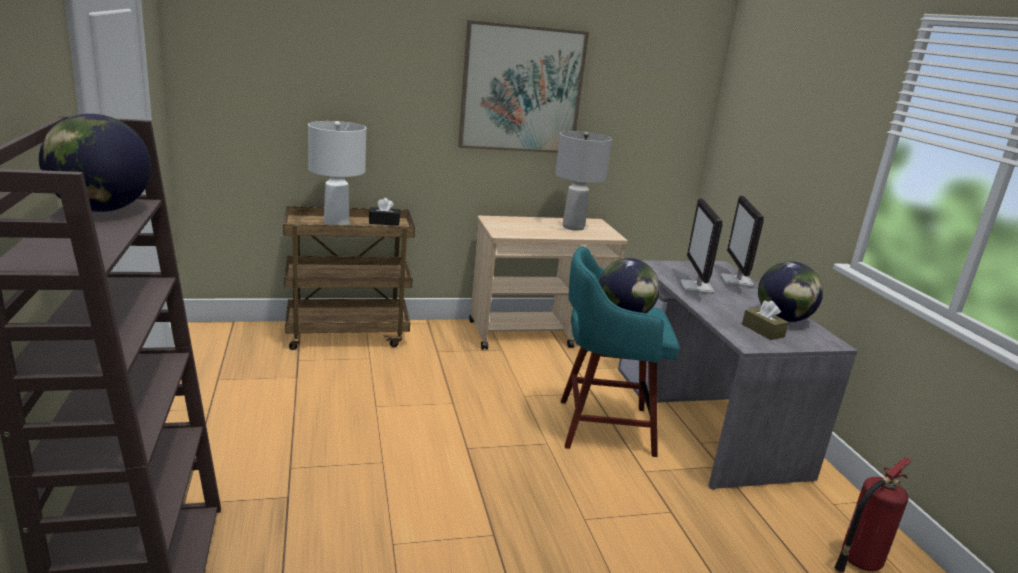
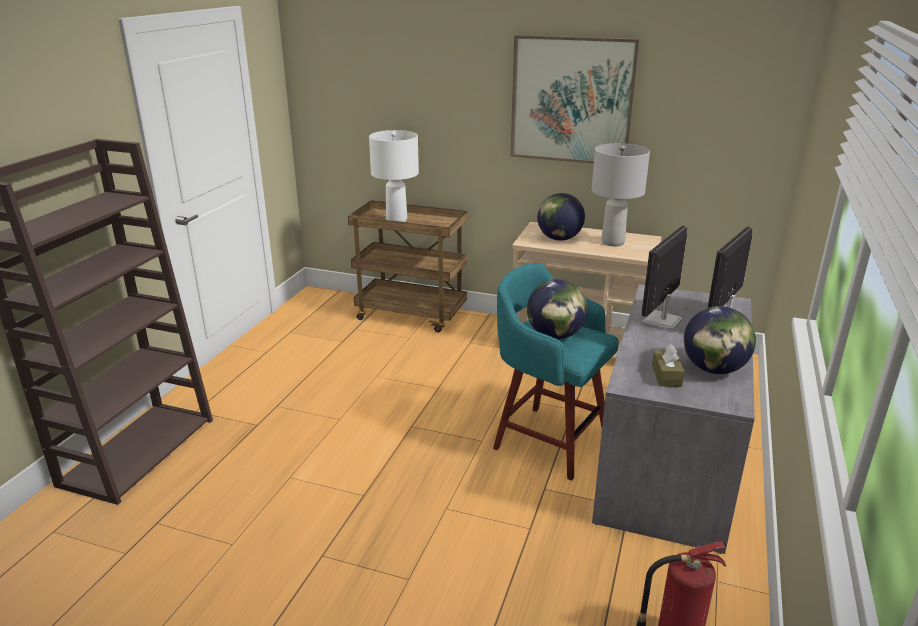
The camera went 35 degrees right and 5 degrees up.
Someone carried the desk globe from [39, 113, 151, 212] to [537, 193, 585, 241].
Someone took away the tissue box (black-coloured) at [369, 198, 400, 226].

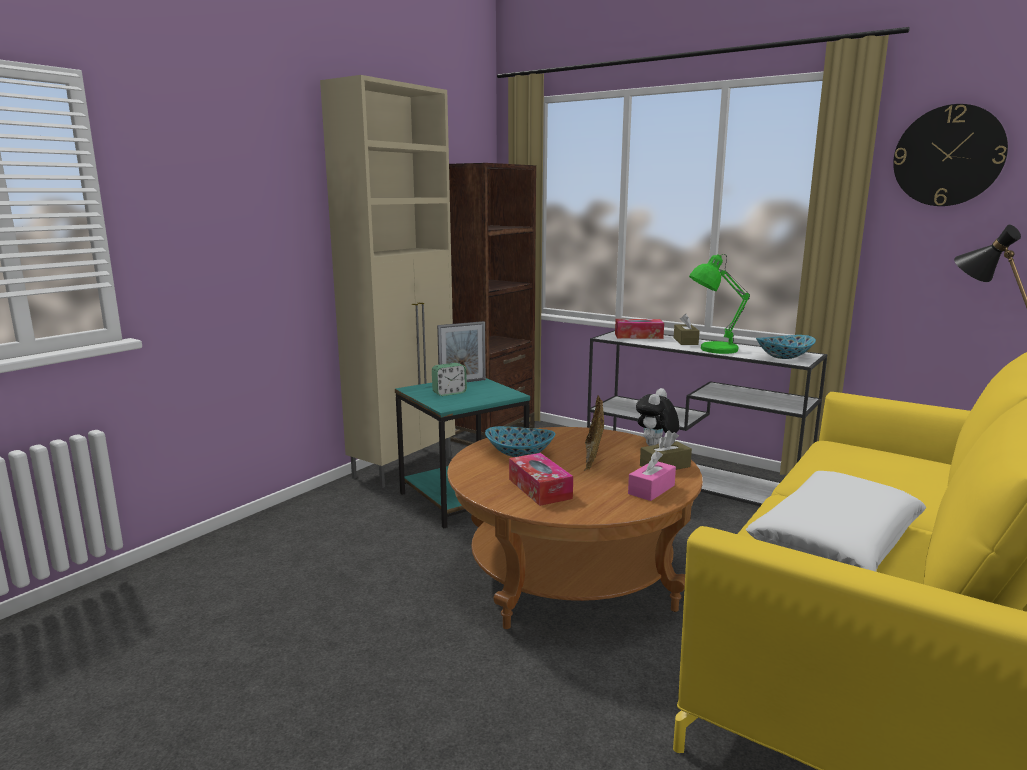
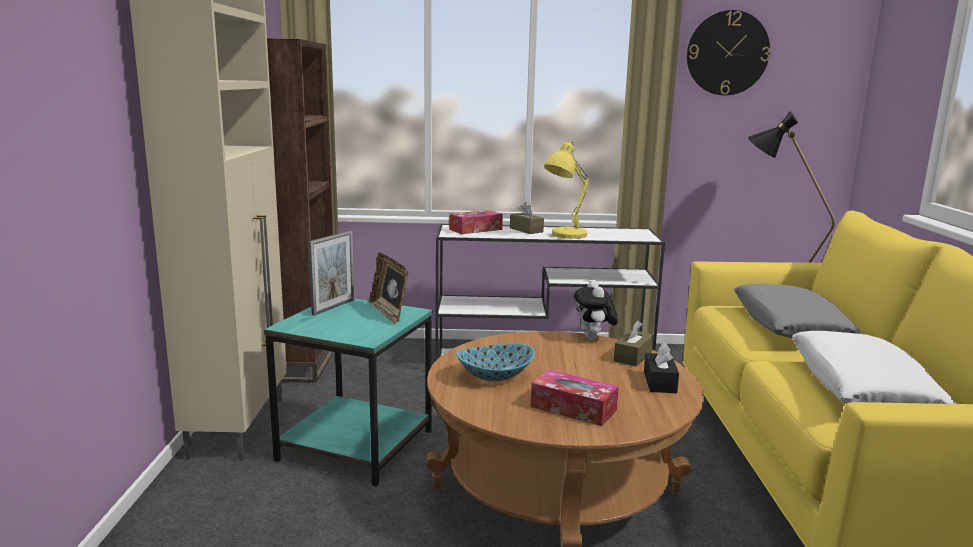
The camera went 35 degrees left and 0 degrees up.
Someone repainted the tabletop lamp (greenish) at [689, 254, 750, 354], which became the tabletop lamp (yellowish) at [544, 142, 589, 239].
Someone took away the serving bowl at [756, 335, 816, 359].
Someone took away the table clock at [432, 363, 467, 396].
Someone carried the standing frame from [584, 395, 604, 471] to [369, 252, 408, 324].
Someone repainted the tissue box (pink) at [628, 451, 676, 501], which became the tissue box (black-coloured) at [644, 343, 679, 393].
Someone put down the cushion (gray) at [734, 284, 862, 338].

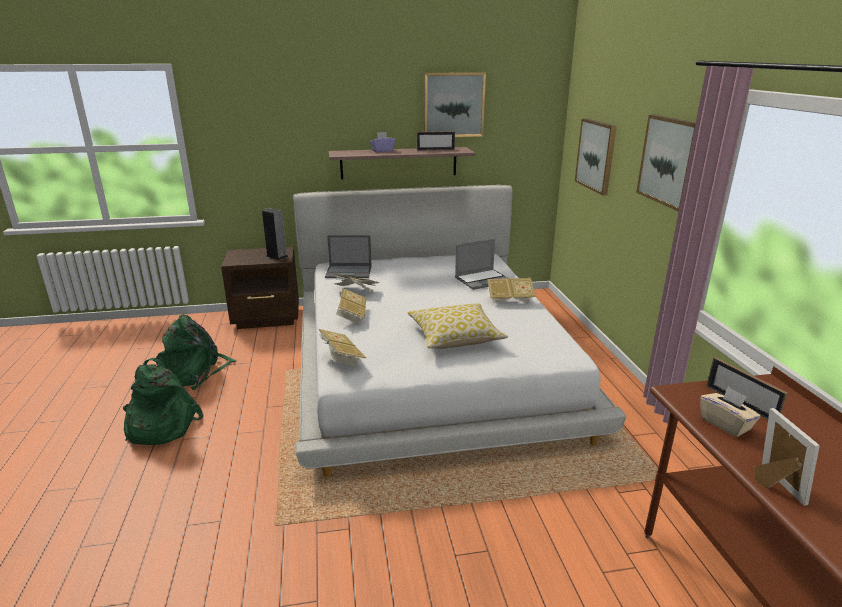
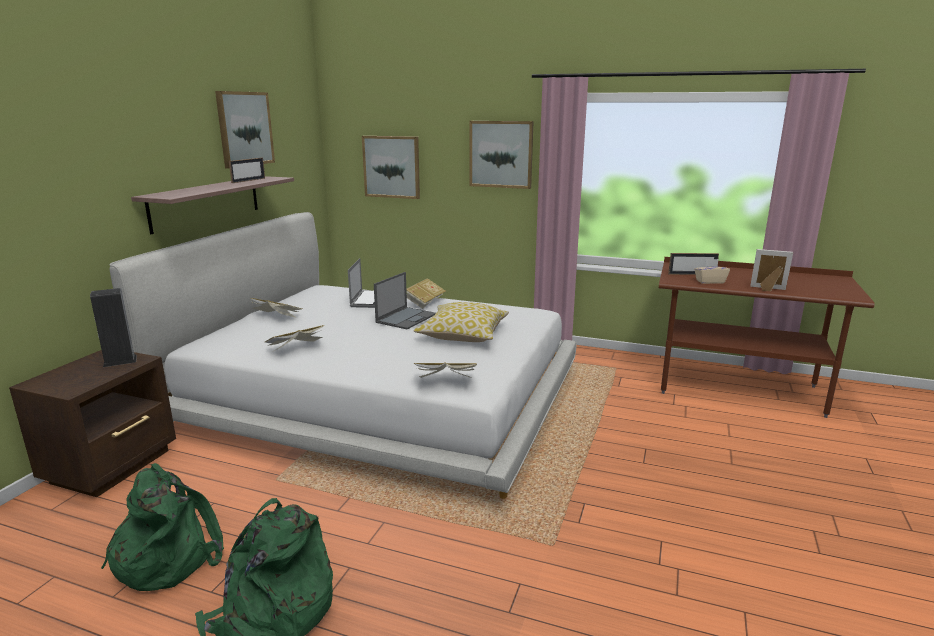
The camera went 60 degrees left and 5 degrees down.
Someone took away the tissue box (purple-coloured) at [370, 132, 395, 152].
Someone carried the portable computer from [325, 235, 372, 278] to [374, 272, 436, 329].
Someone carried the book from [336, 288, 366, 324] to [251, 298, 302, 318].

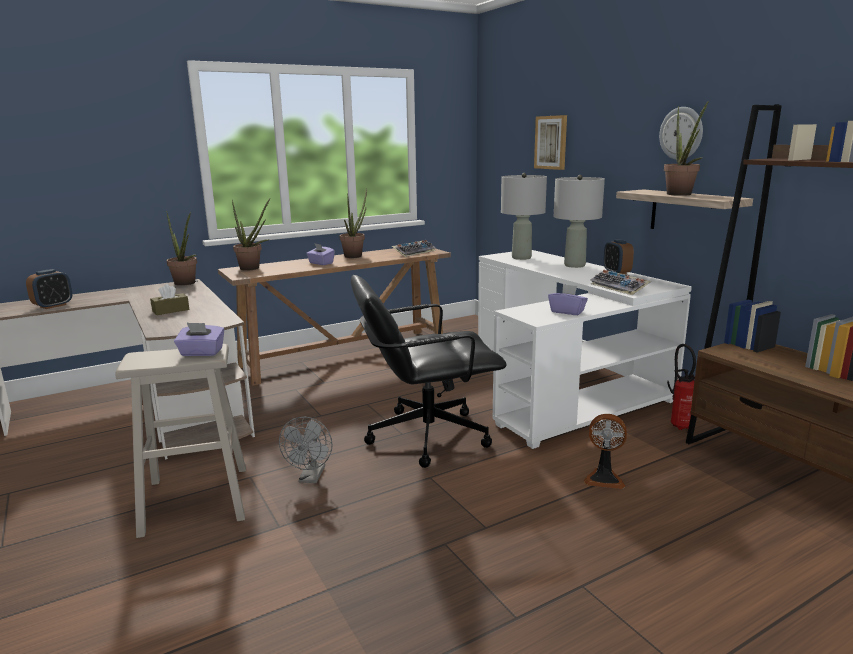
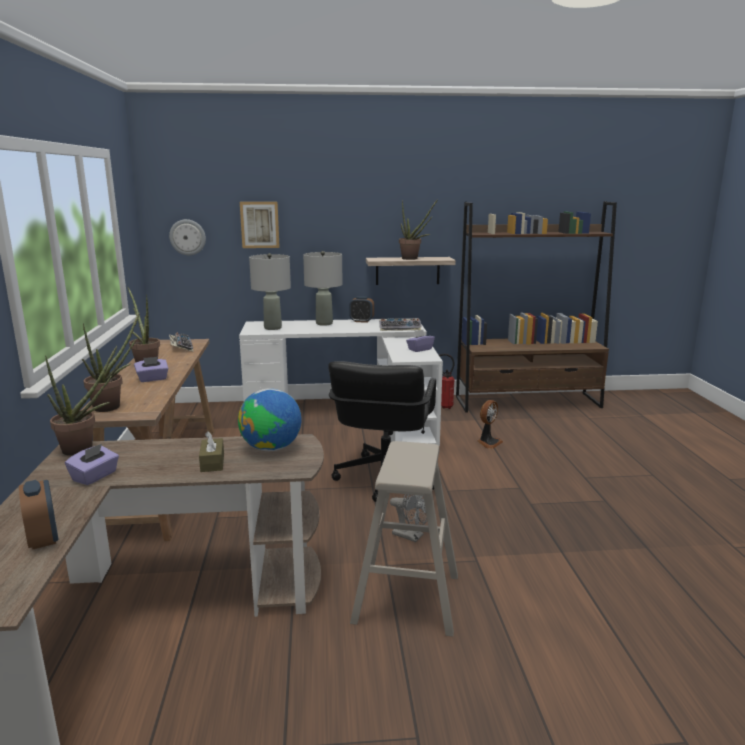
The camera went 65 degrees left and 0 degrees up.
Someone carried the hanging clock from [659, 107, 703, 160] to [169, 219, 206, 255].
Someone carried the tissue box (purple-coloured) from [174, 323, 224, 356] to [65, 444, 119, 485].
Someone put down the desk globe at [238, 388, 302, 451].

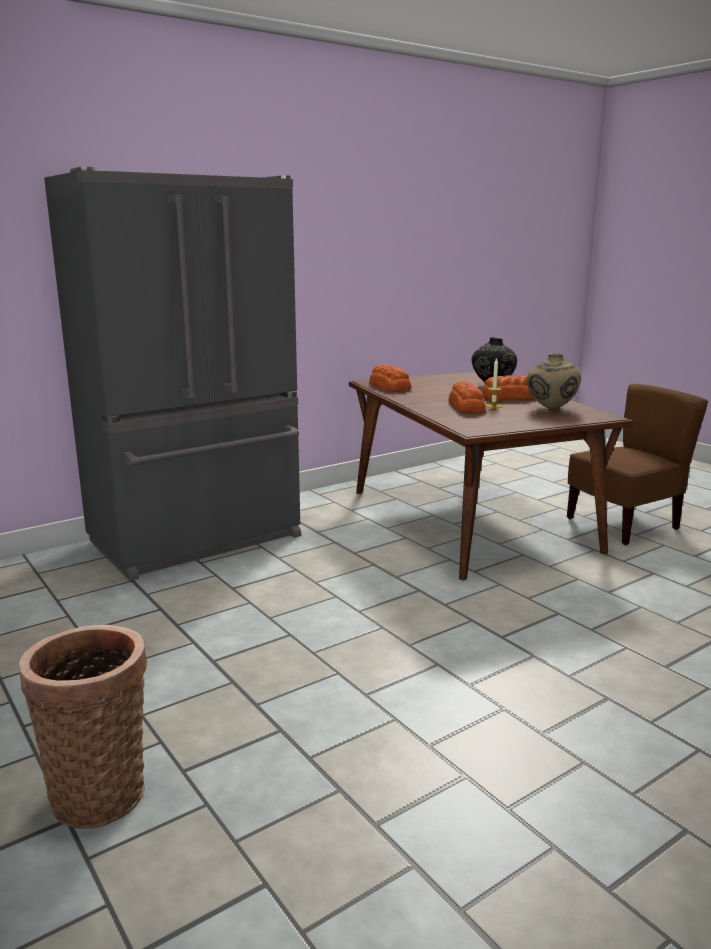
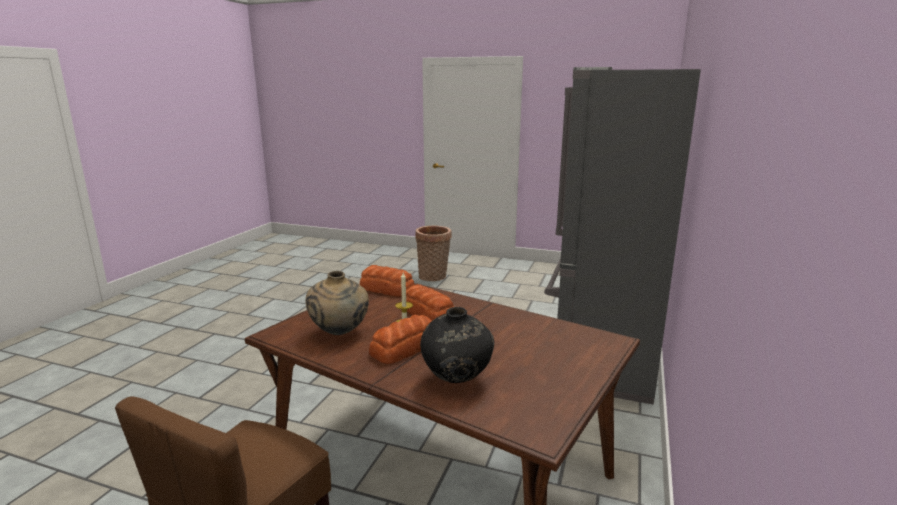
The camera went 145 degrees right and 0 degrees up.
Someone carried the baked bread from [369, 365, 411, 392] to [359, 265, 415, 297].

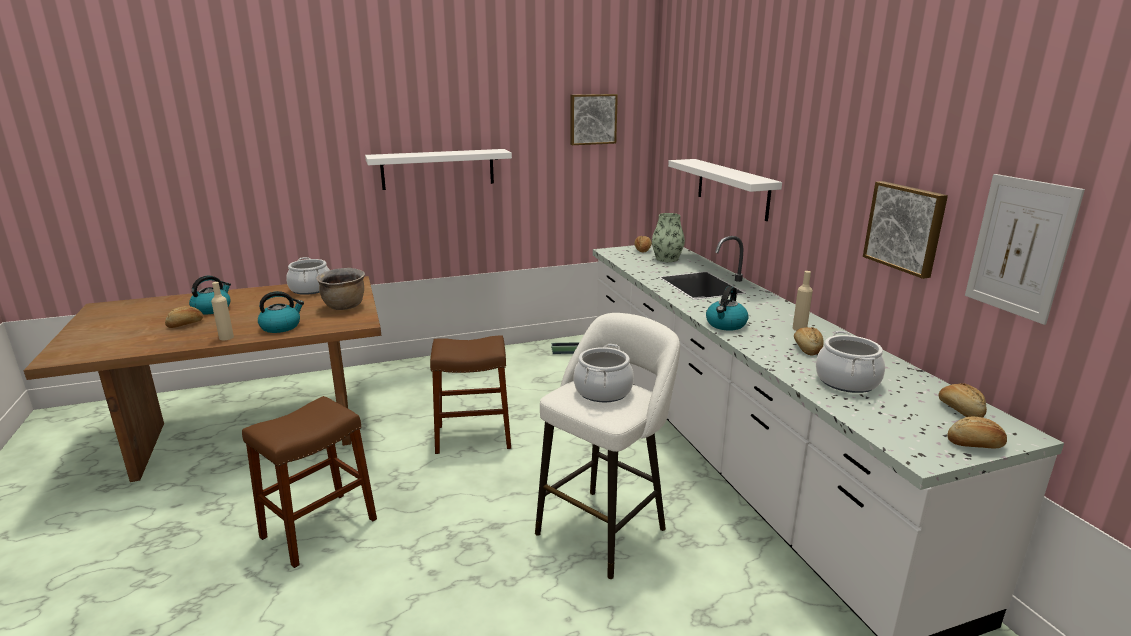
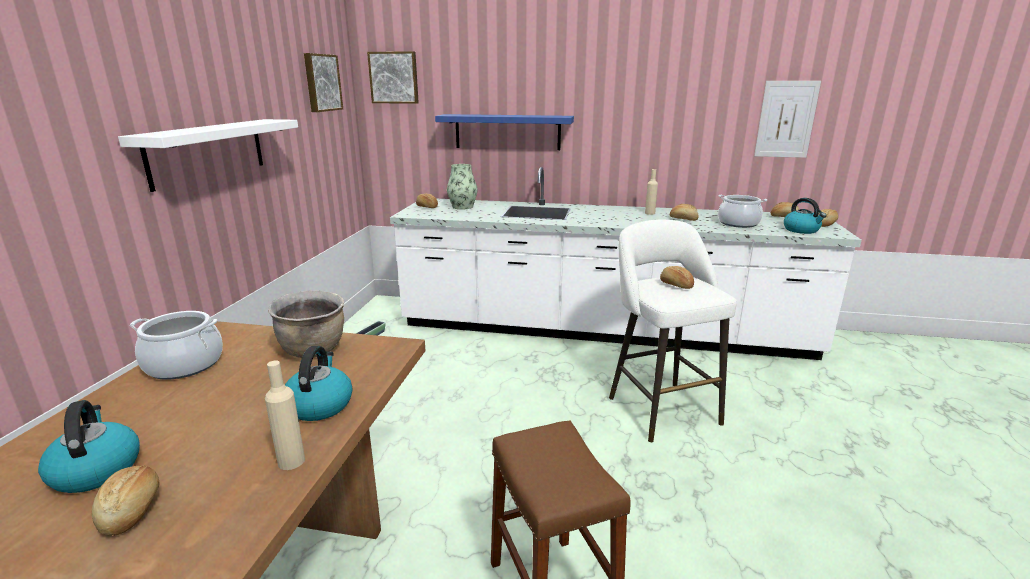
The camera went 60 degrees left and 0 degrees up.
Someone repainted the bracket shelf (whitish) at [668, 159, 782, 221], which became the bracket shelf (blue-coloured) at [435, 114, 574, 150].
Someone carried the wall picture from [863, 181, 948, 279] to [367, 51, 419, 104].
Someone carried the kettle from [706, 286, 749, 331] to [784, 198, 827, 234].
Someone took away the sitting stool (brownish) at [430, 336, 511, 454].
Someone swapped the cooking pot at [574, 344, 634, 402] for the baked bread at [660, 266, 694, 289].

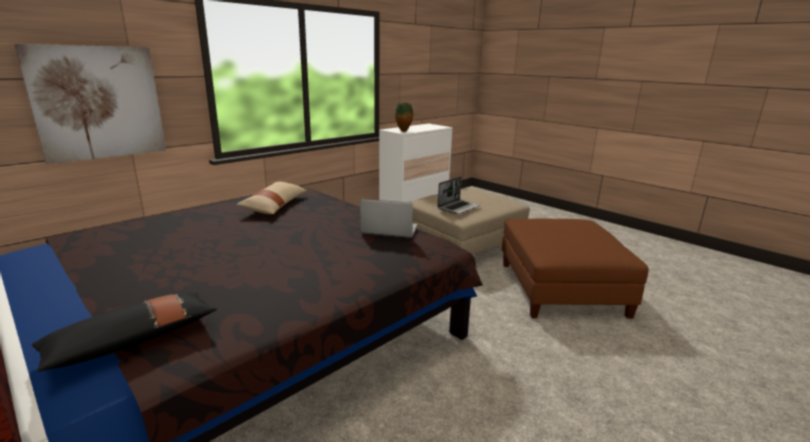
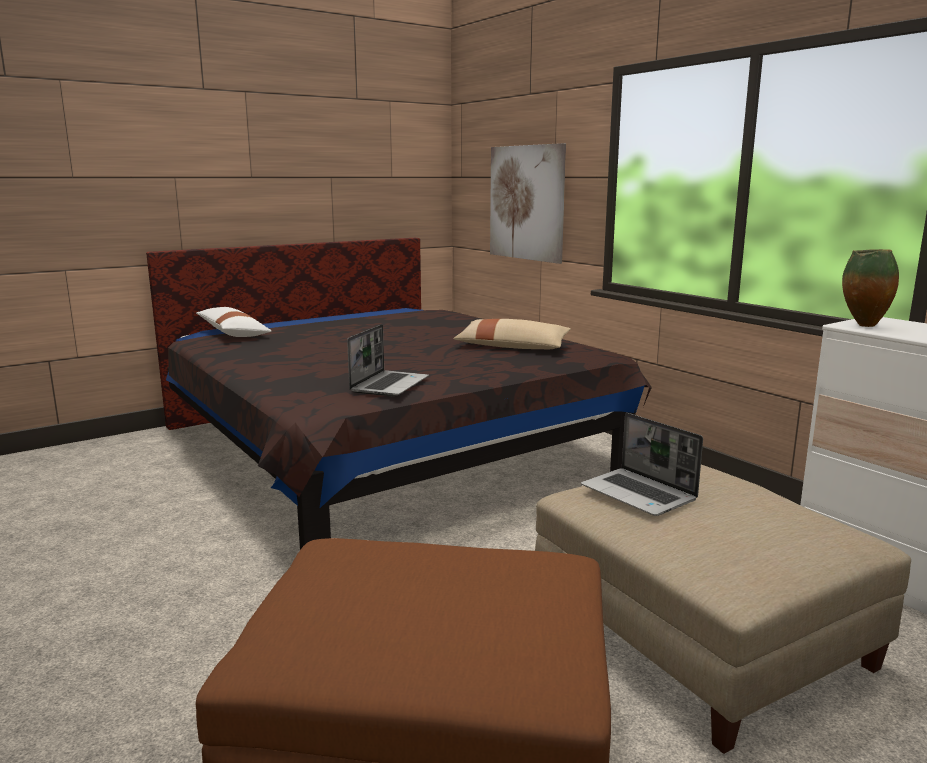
The camera went 100 degrees right and 5 degrees down.
Someone repainted the cushion (black-coloured) at [32, 292, 217, 371], which became the cushion (whitish) at [196, 307, 271, 337].

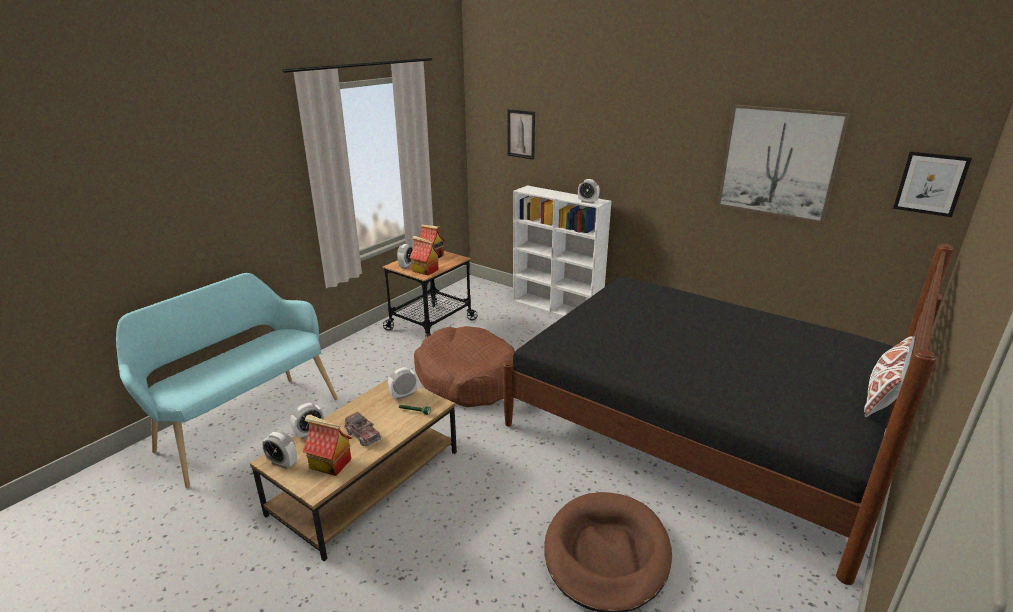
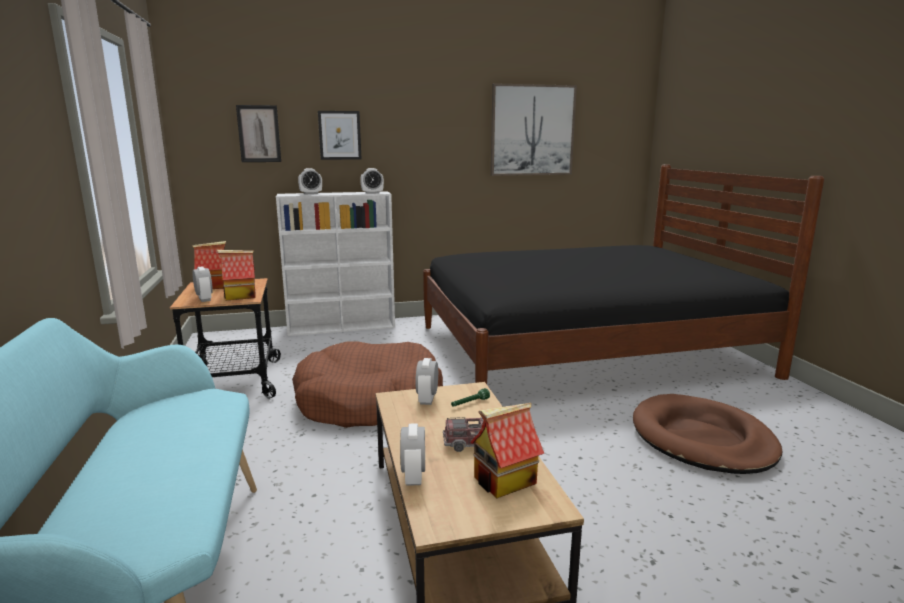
The camera went 50 degrees left and 10 degrees down.
Someone carried the wall picture from [893, 151, 972, 217] to [318, 111, 361, 160].
Someone took away the cushion (whitish) at [864, 336, 915, 417].
Someone carried the table clock from [262, 431, 297, 469] to [298, 168, 322, 195].

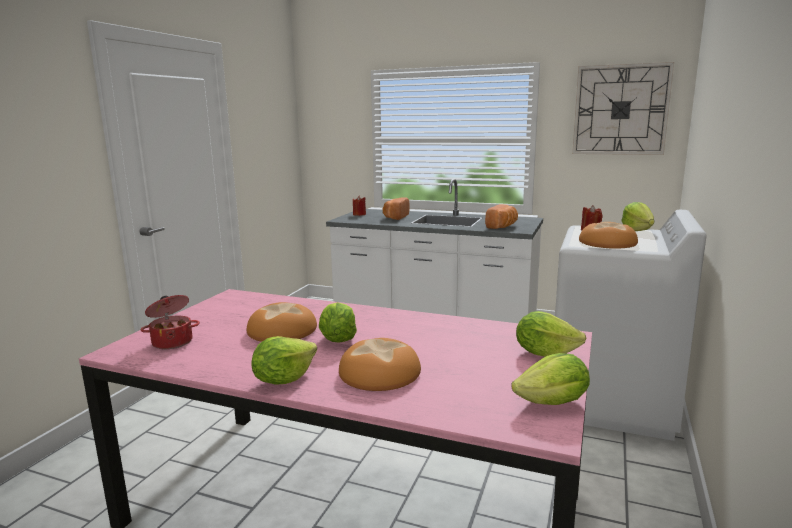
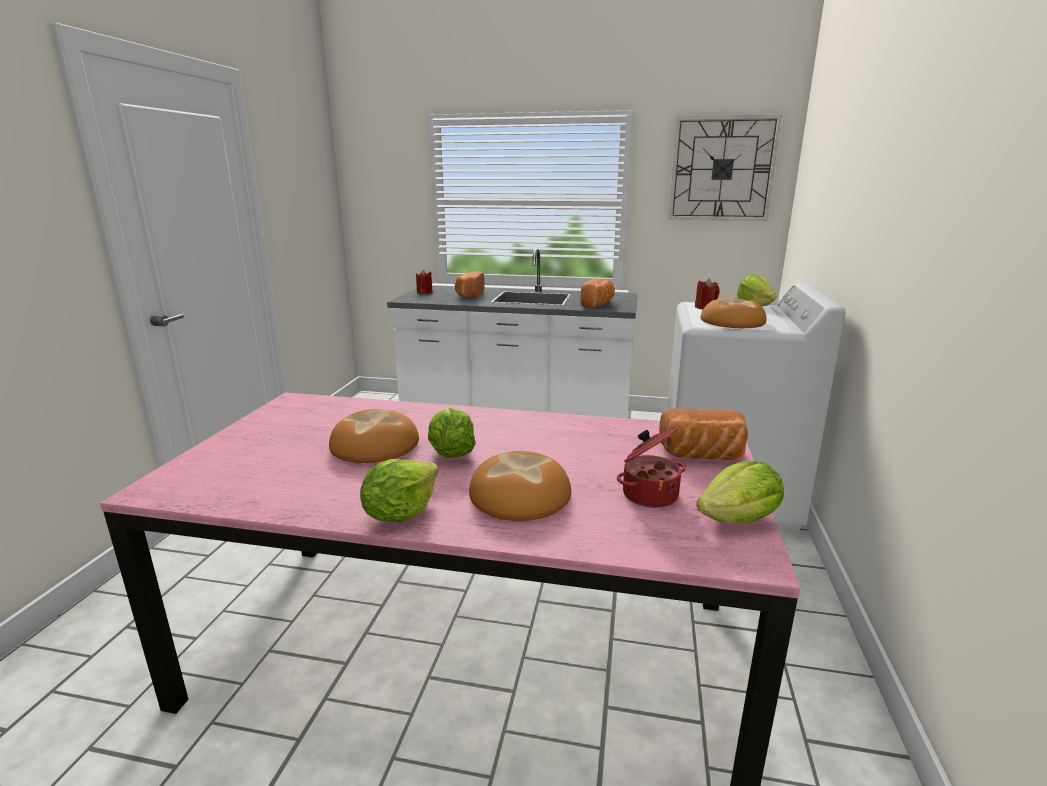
The camera went 10 degrees left and 5 degrees up.
Someone carried the cooking pot from [140, 295, 200, 349] to [617, 428, 686, 508].
Someone swapped the lettuce at [516, 311, 586, 357] for the baked bread at [659, 408, 748, 460].

